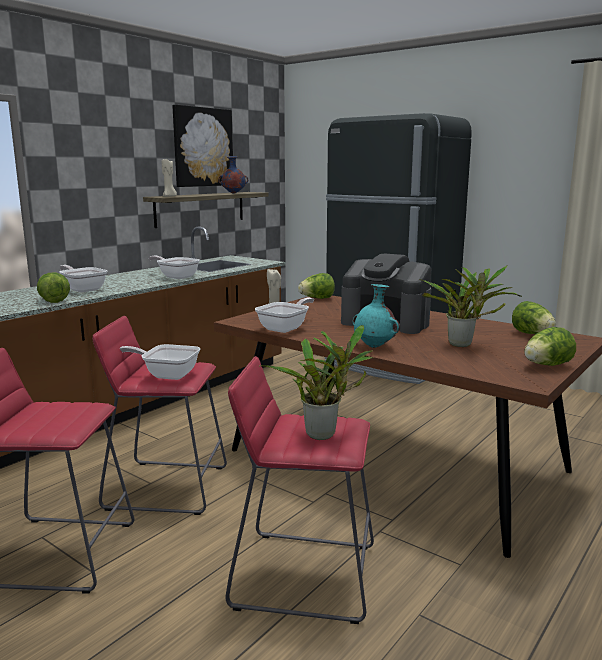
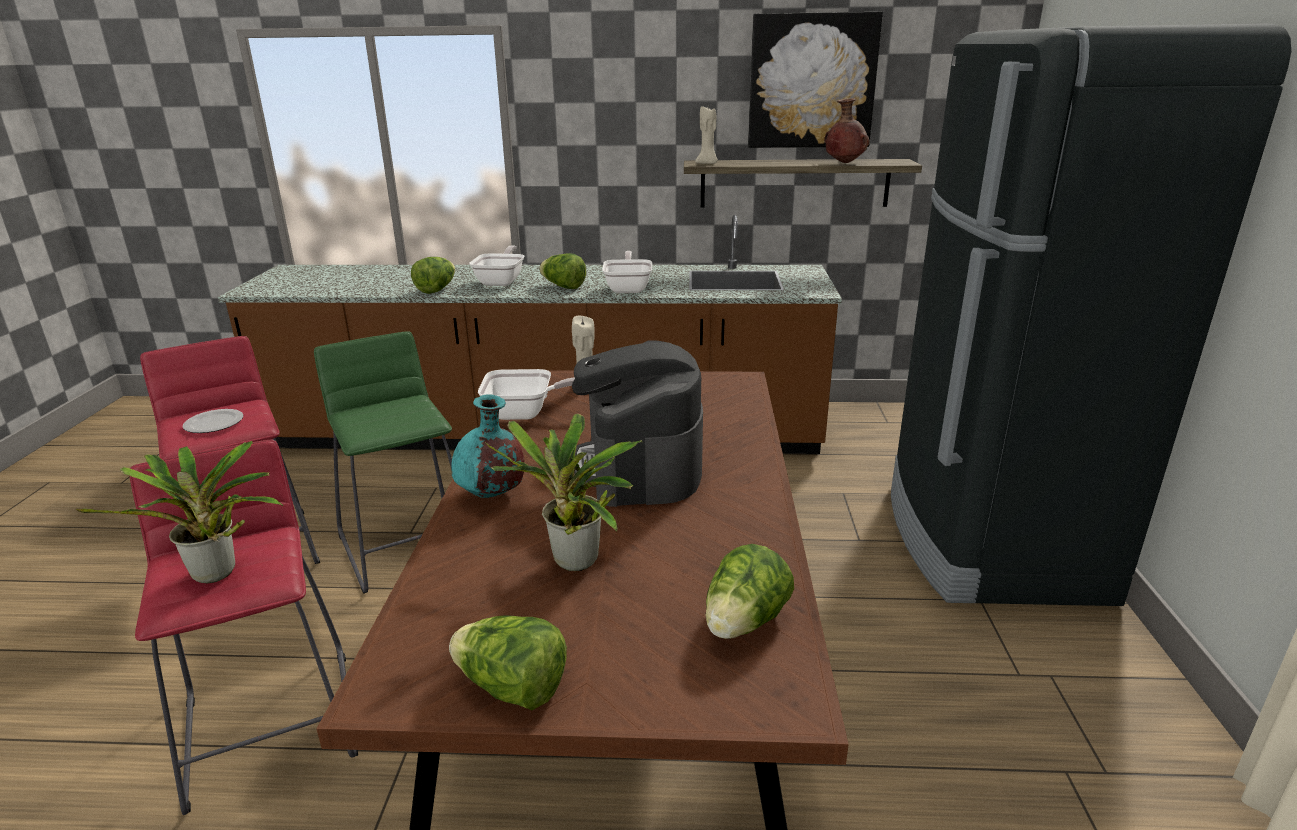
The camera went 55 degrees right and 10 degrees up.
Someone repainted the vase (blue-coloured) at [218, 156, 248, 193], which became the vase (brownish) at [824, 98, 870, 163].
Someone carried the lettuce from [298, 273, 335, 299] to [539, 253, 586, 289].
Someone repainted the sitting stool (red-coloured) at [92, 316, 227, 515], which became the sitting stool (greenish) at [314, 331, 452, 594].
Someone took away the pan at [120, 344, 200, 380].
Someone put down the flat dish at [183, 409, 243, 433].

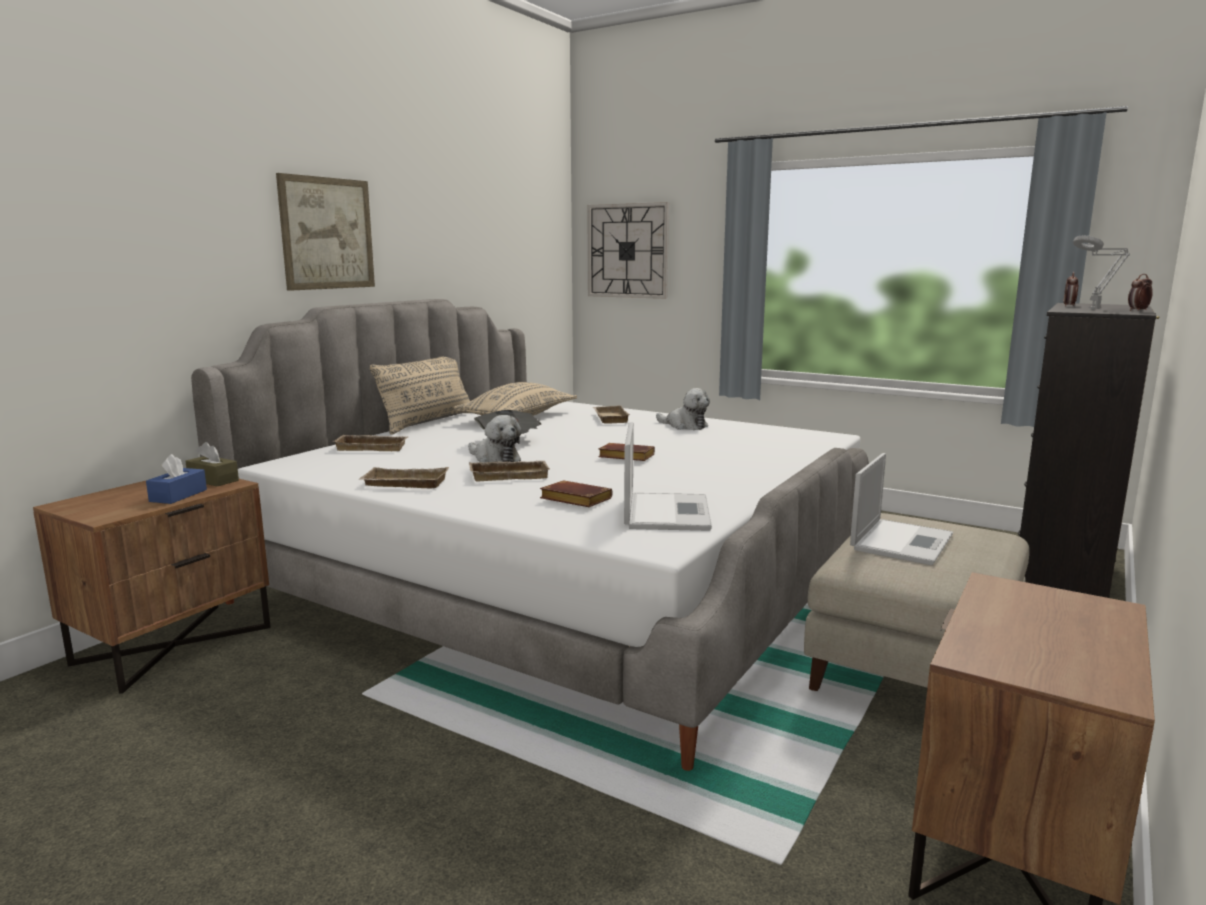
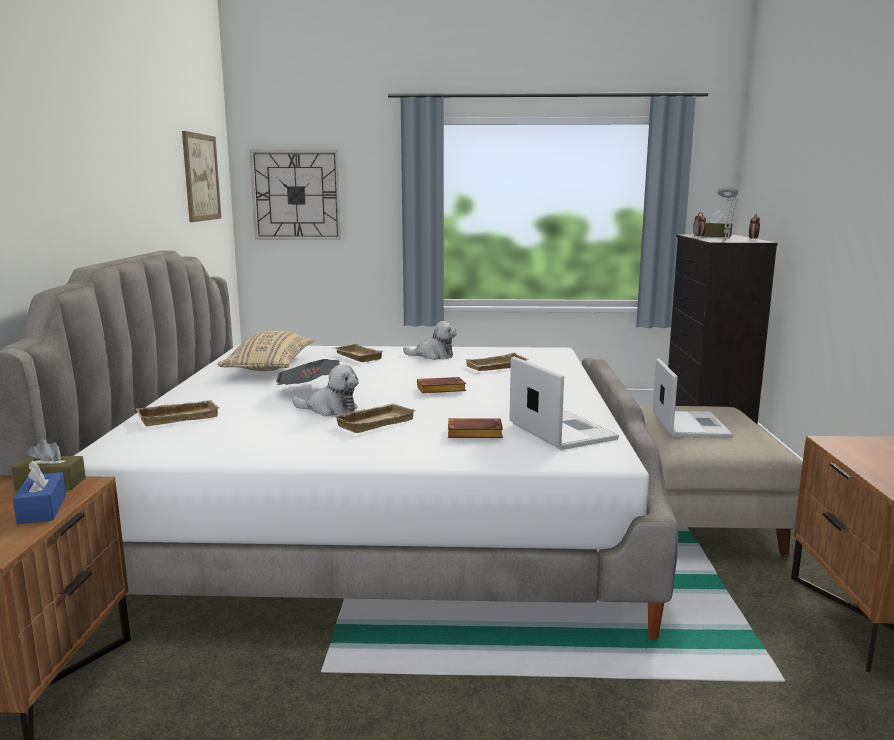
The camera went 30 degrees left and 0 degrees up.
Someone carried the wall picture from [276, 173, 375, 291] to [182, 131, 221, 222].
Someone took away the cushion (beige-coloured) at [369, 356, 470, 435].
Someone carried the serving tray (beige-coloured) from [358, 467, 449, 488] to [465, 353, 530, 371].
Someone put down the tissue box (brownish) at [703, 210, 732, 237].

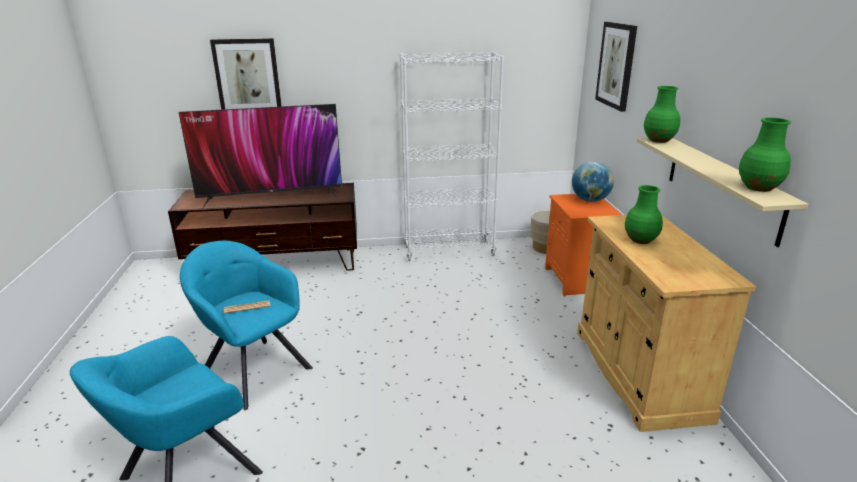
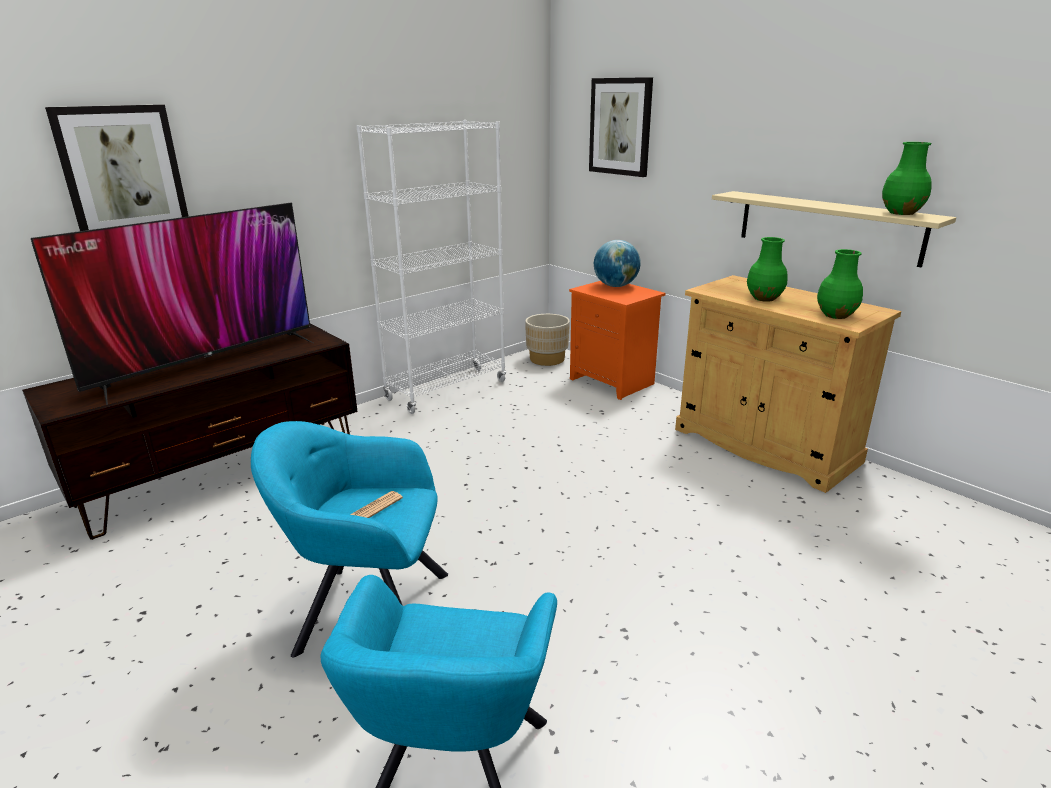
The camera went 35 degrees left and 0 degrees up.
Someone carried the vase (greenish) from [644, 86, 680, 143] to [817, 249, 863, 319].

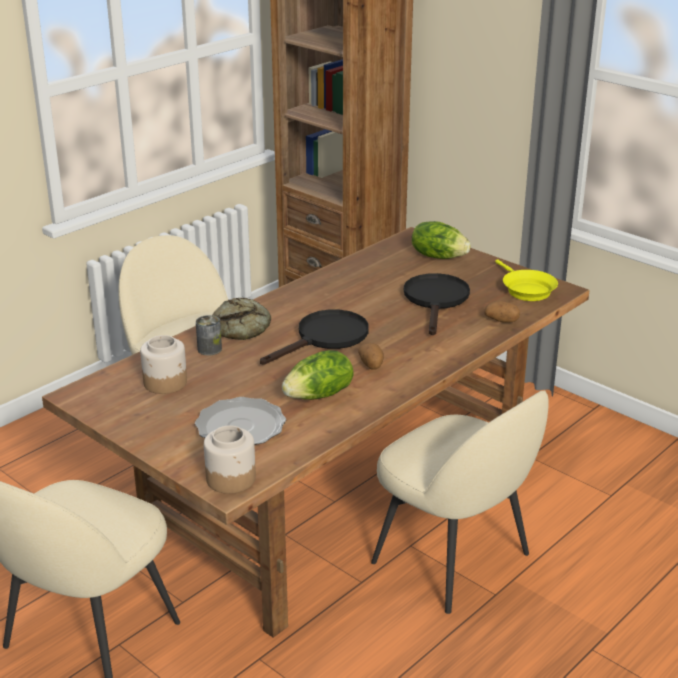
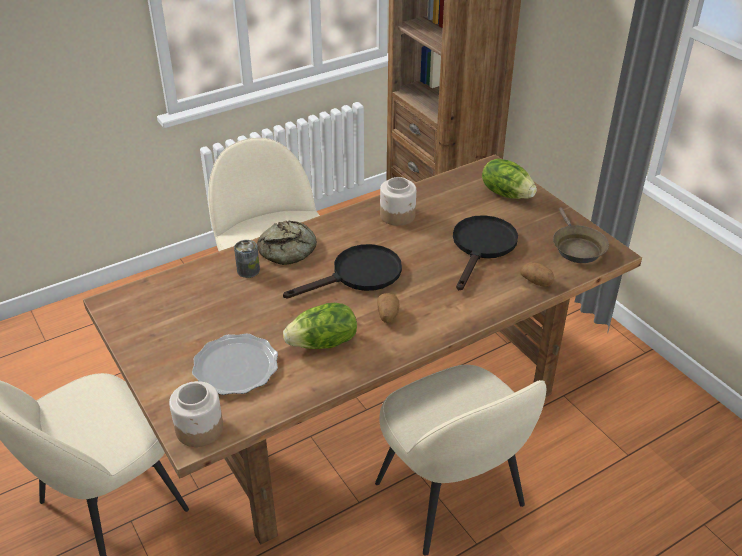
The camera went 15 degrees right and 10 degrees up.
Someone repainted the pan (yellowish) at [495, 259, 558, 301], which became the pan (brownish) at [553, 207, 609, 263].
Someone carried the preserve jar from [140, 335, 187, 394] to [380, 177, 416, 226].

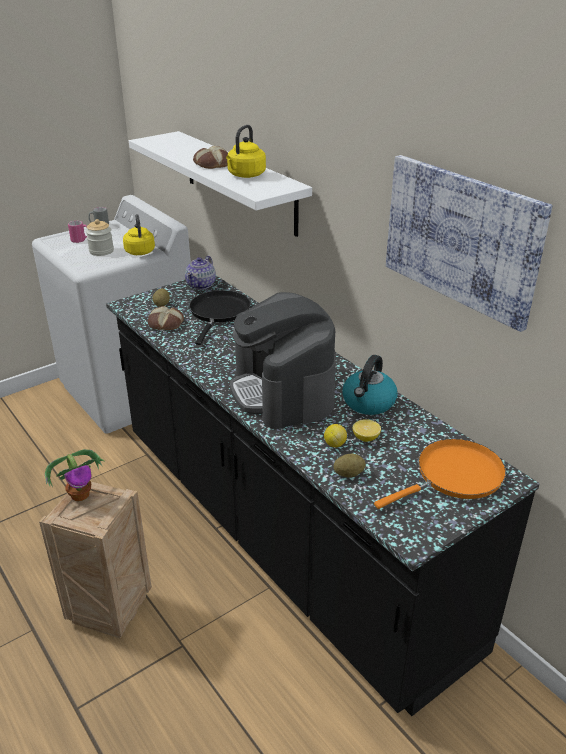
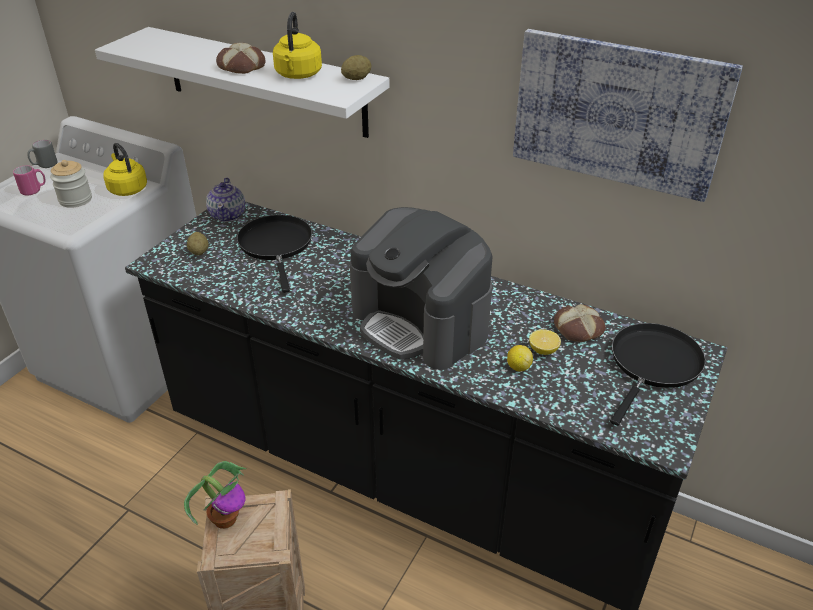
The camera went 25 degrees left and 5 degrees up.
Someone carried the baked bread from [148, 306, 184, 330] to [554, 304, 606, 342].
Someone took away the kettle at [342, 355, 398, 415].
Someone repainted the pan (orangey) at [374, 439, 506, 509], which became the pan (black-coloured) at [610, 323, 706, 426].
Someone carried the spud from [333, 453, 366, 478] to [341, 55, 371, 80].

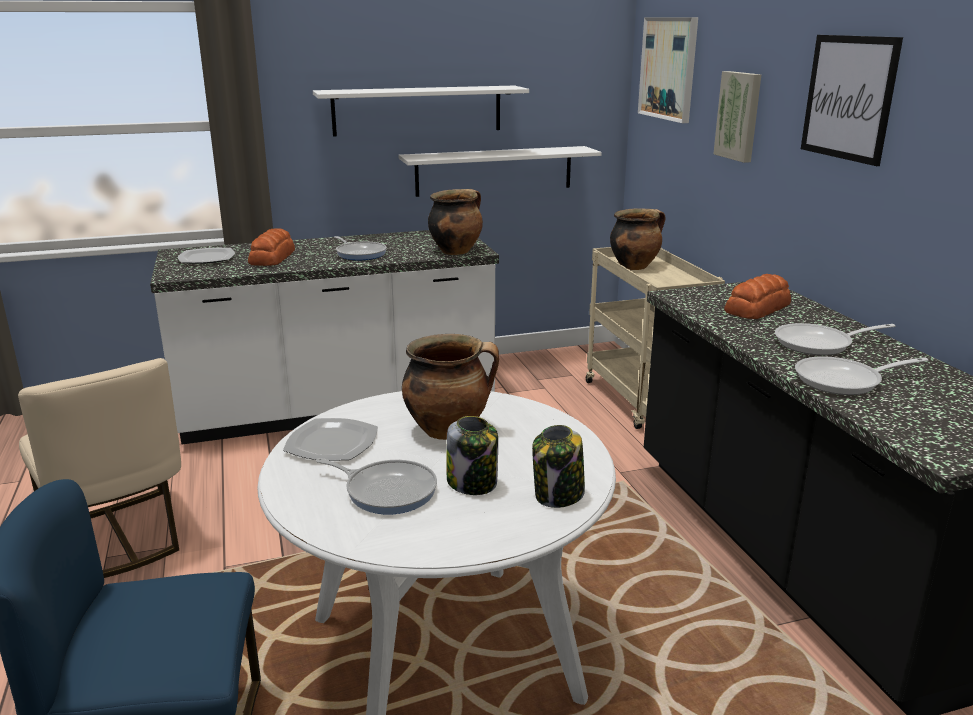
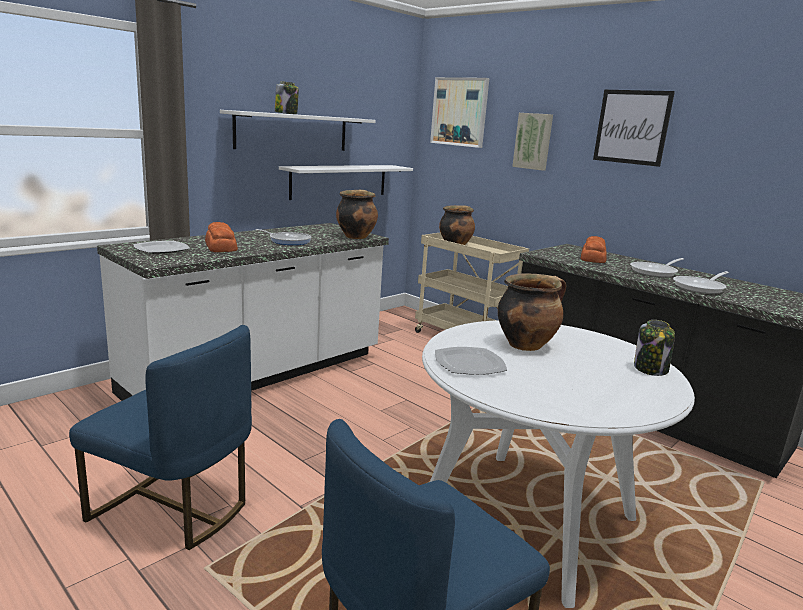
The camera went 30 degrees left and 5 degrees down.
Someone repainted the chair (beige-coloured) at [18, 358, 181, 578], which became the chair (blue-coloured) at [69, 325, 252, 550].
Someone carried the preserve jar from [447, 416, 498, 495] to [275, 81, 299, 114].
Someone took away the pan at [316, 458, 437, 515].

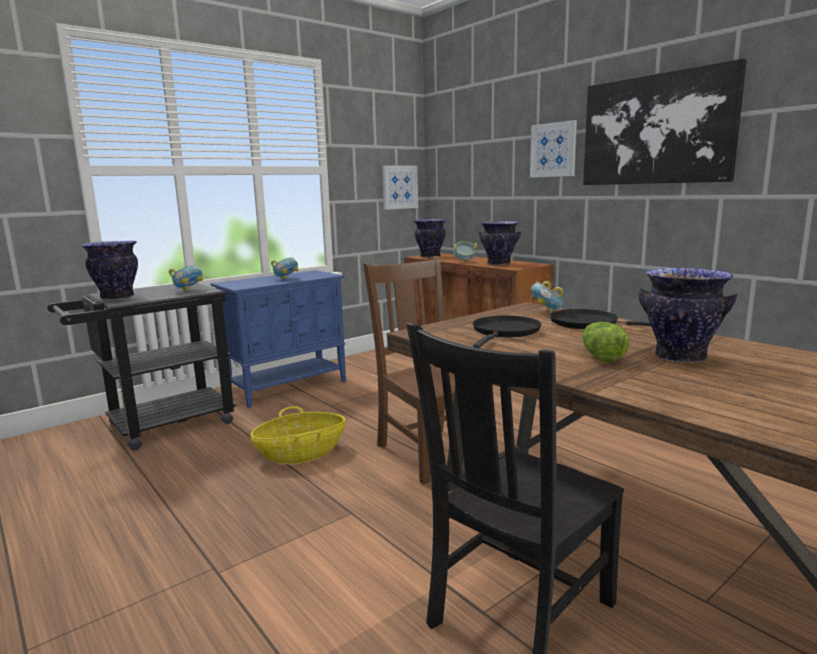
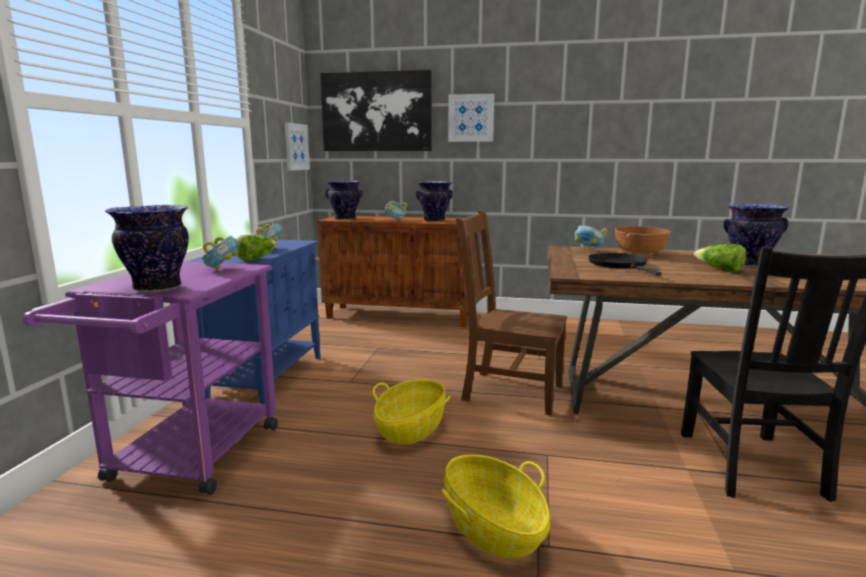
The camera went 40 degrees left and 0 degrees up.
Someone carried the wall picture from [583, 58, 747, 185] to [320, 70, 432, 151].
Someone repainted the trolley (black-coloured) at [47, 283, 236, 451], which became the trolley (purple-coloured) at [23, 262, 278, 495].
Someone swapped the pan (black-coloured) at [550, 309, 651, 329] for the serving bowl (brownish) at [615, 226, 671, 255].
Someone put down the lettuce at [237, 235, 277, 261].
Someone put down the storage basket at [442, 455, 551, 559].

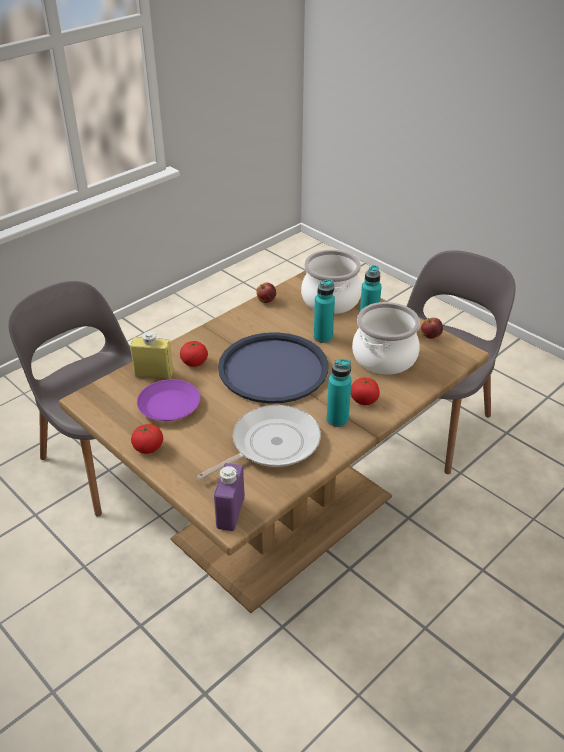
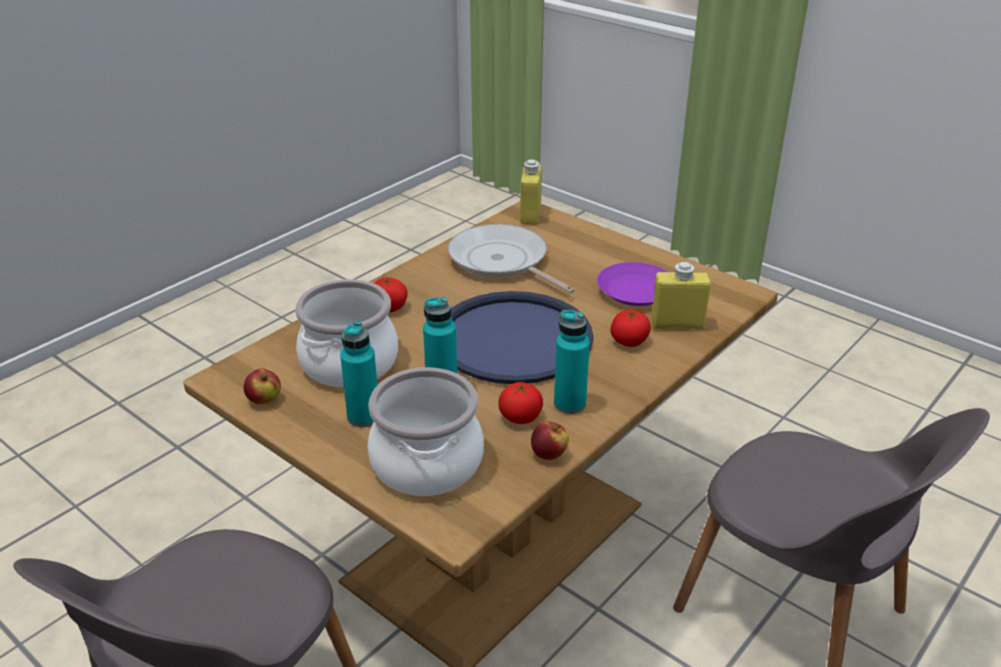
The camera went 175 degrees right and 5 degrees down.
Someone carried the beverage bottle (turquoise-coloured) from [327, 359, 352, 427] to [554, 310, 590, 414].
Someone rotated the pan at [197, 405, 321, 480] by 90 degrees clockwise.
Someone carried the tomato from [131, 424, 163, 454] to [498, 382, 543, 424].
Someone repainted the beverage bottle (purple-coloured) at [214, 463, 245, 531], which became the beverage bottle (yellowish) at [520, 159, 542, 224].

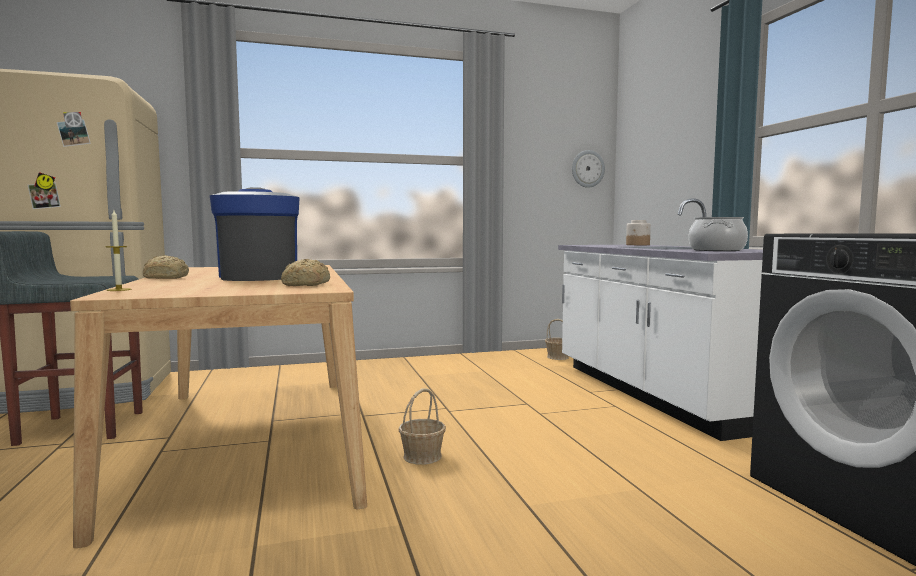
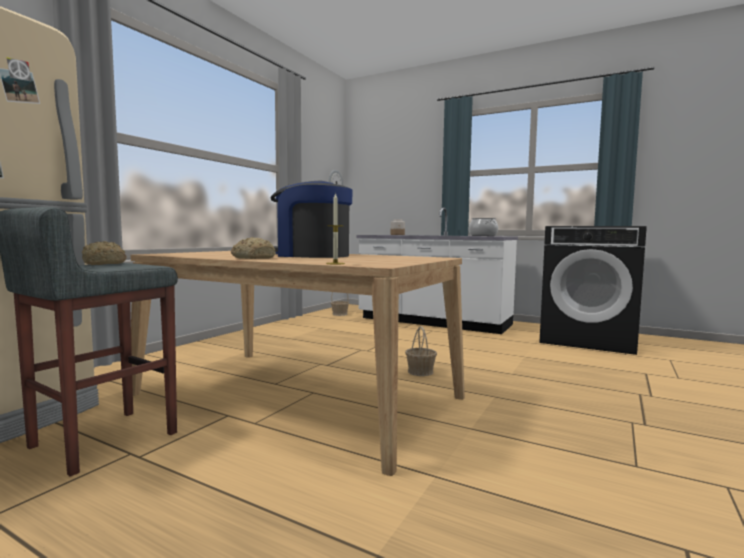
The camera went 45 degrees left and 0 degrees up.
Someone carried the baked bread from [281, 259, 330, 286] to [82, 241, 127, 265].

